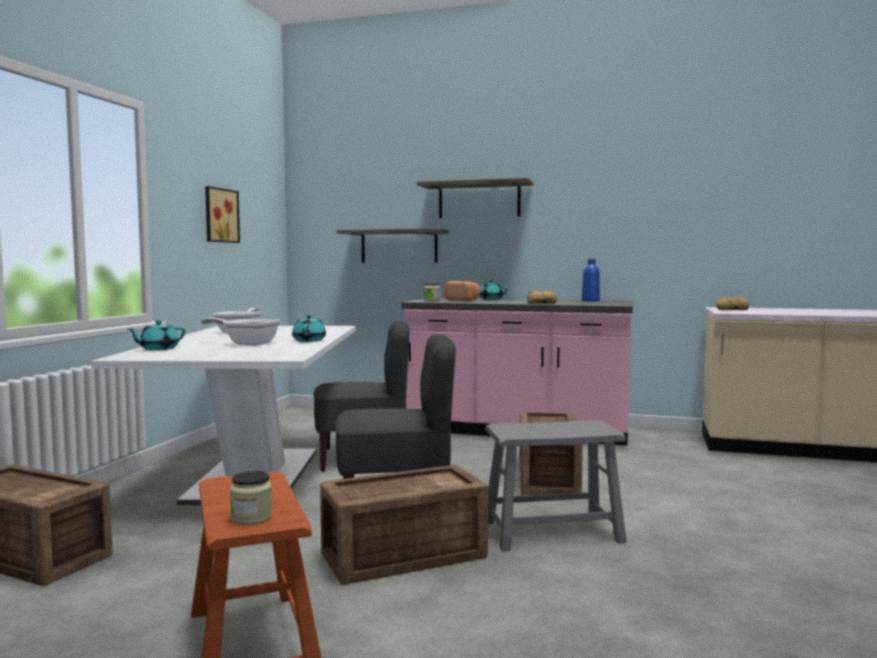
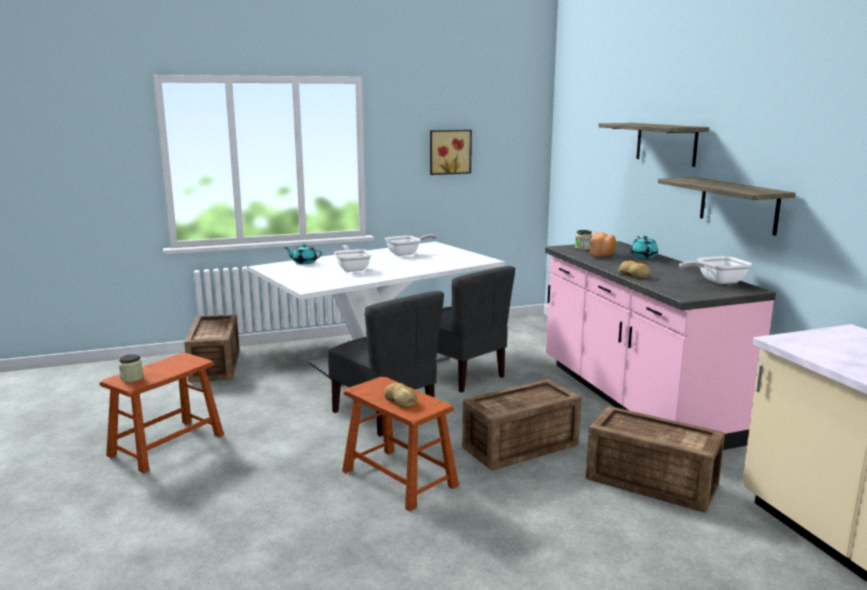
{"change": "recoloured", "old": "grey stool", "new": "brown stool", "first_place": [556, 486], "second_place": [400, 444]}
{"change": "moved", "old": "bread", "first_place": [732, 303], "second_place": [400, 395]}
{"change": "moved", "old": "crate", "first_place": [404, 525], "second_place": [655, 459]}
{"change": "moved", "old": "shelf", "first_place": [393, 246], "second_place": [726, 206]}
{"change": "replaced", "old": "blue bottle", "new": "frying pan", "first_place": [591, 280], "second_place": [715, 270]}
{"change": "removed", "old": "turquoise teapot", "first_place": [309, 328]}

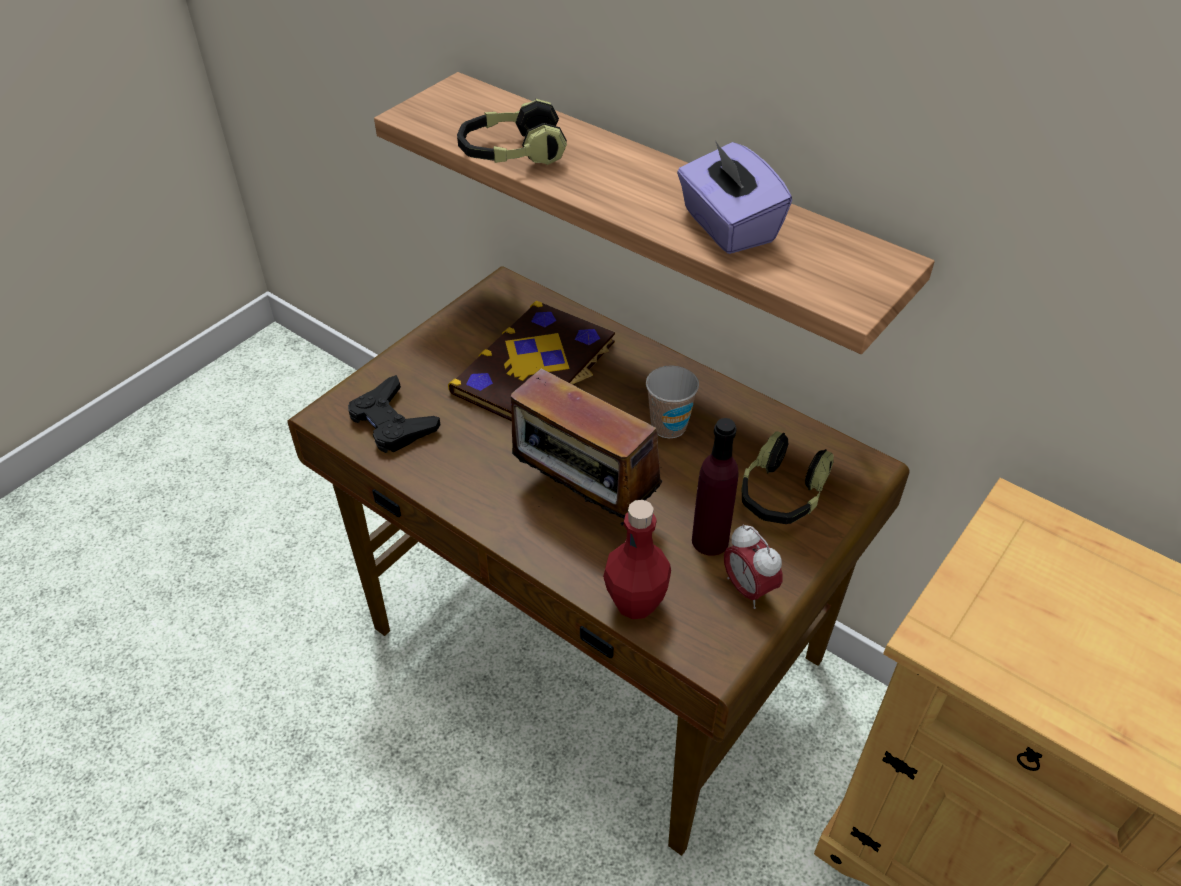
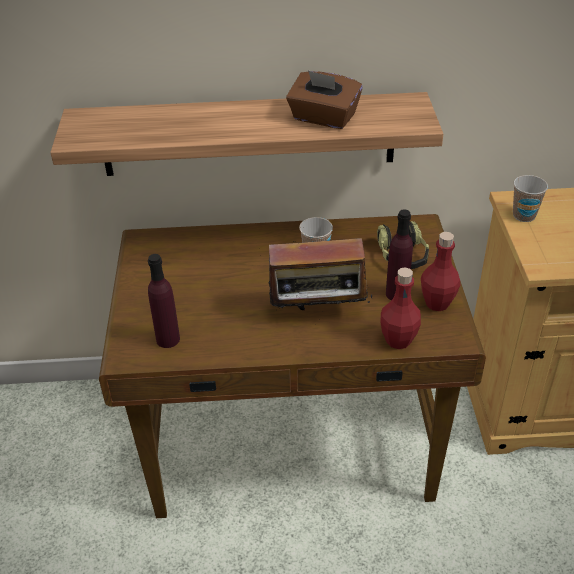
{"change": "replaced", "old": "black game controller", "new": "purple bottle", "first_place": [394, 414], "second_place": [164, 301]}
{"change": "recoloured", "old": "purple tissue box", "new": "brown tissue box", "first_place": [734, 197], "second_place": [324, 99]}
{"change": "replaced", "old": "alarm clock", "new": "red bottle", "first_place": [753, 566], "second_place": [440, 271]}
{"change": "added", "new": "cup", "second_place": [530, 198]}
{"change": "removed", "old": "book", "first_place": [531, 361]}
{"change": "removed", "old": "headphones", "first_place": [512, 131]}

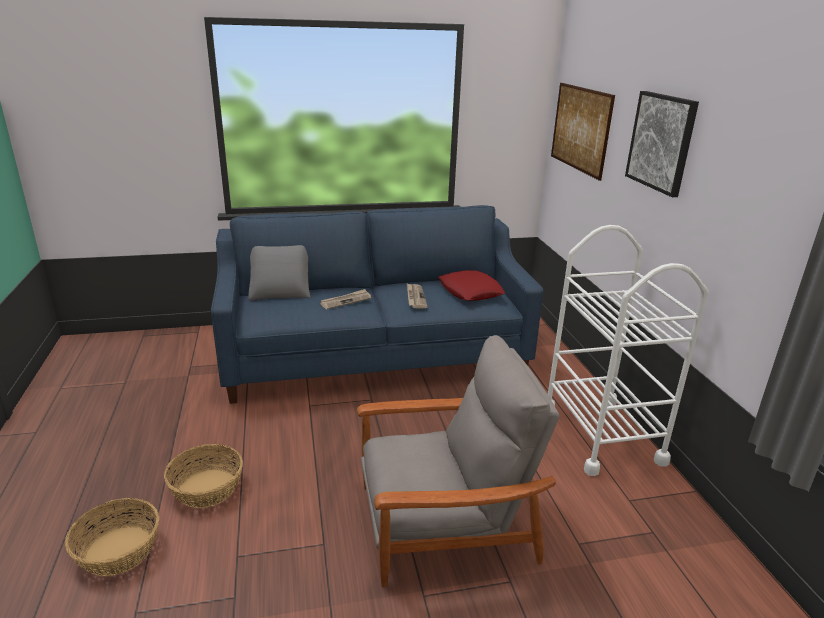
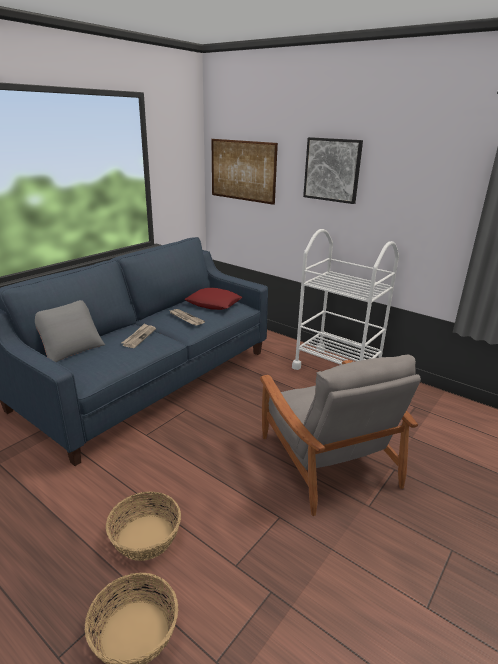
{"change": "turned", "old": "grey armchair", "first_place": [458, 461], "second_place": [340, 435], "degrees": 120}

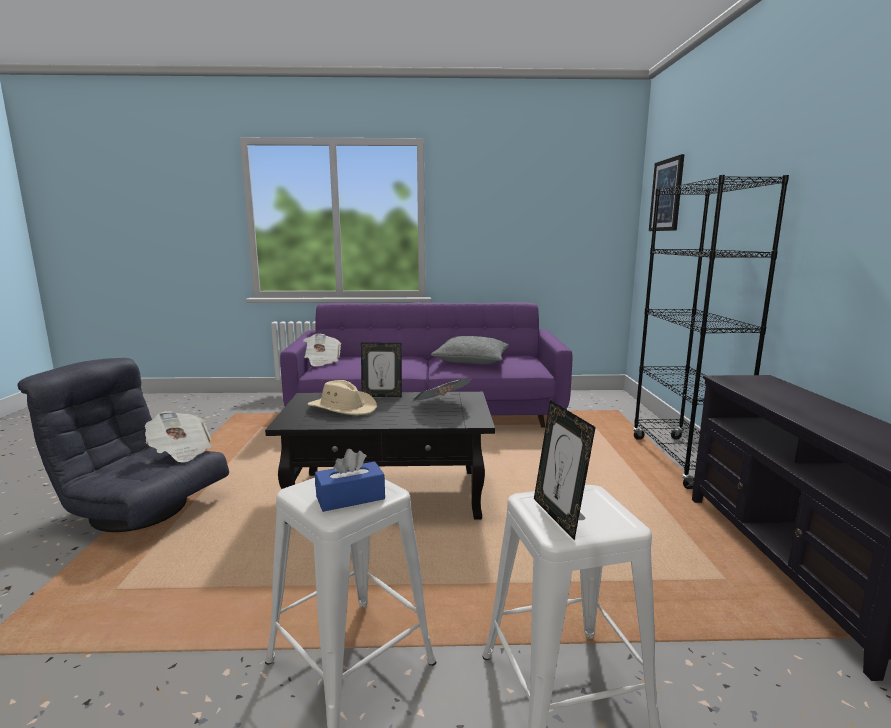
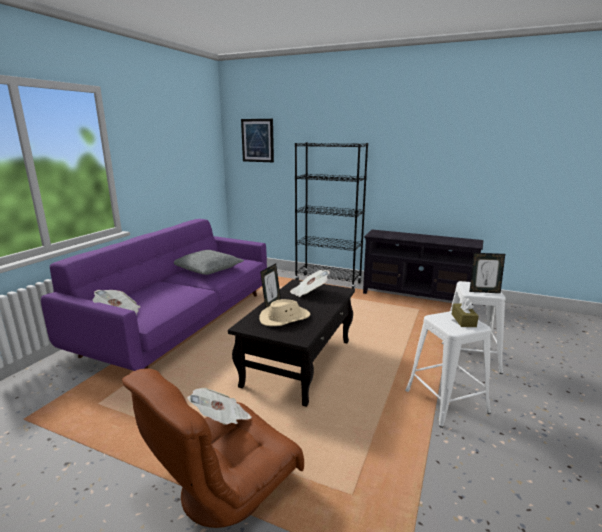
{"change": "recoloured", "old": "grey armchair", "new": "brown armchair", "first_place": [123, 445], "second_place": [213, 448]}
{"change": "recoloured", "old": "blue tissue box", "new": "brown tissue box", "first_place": [350, 480], "second_place": [465, 312]}

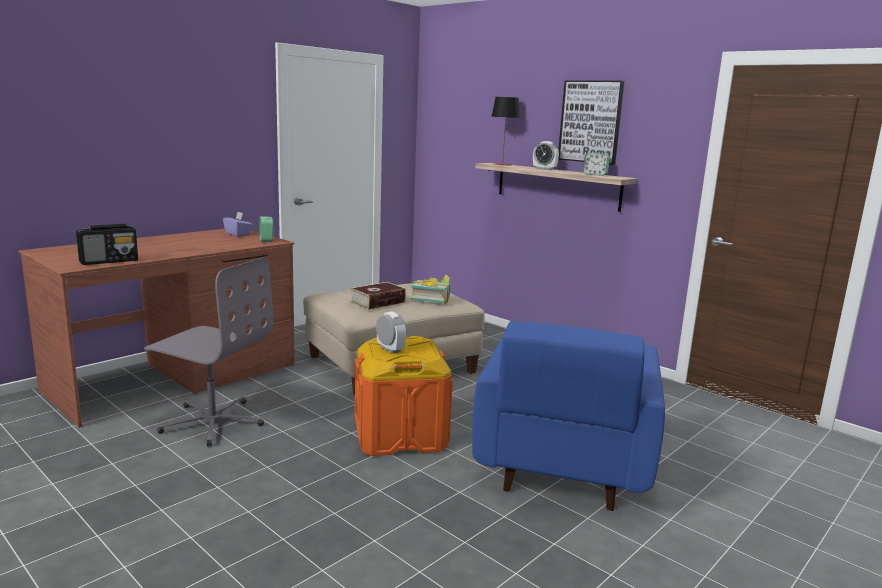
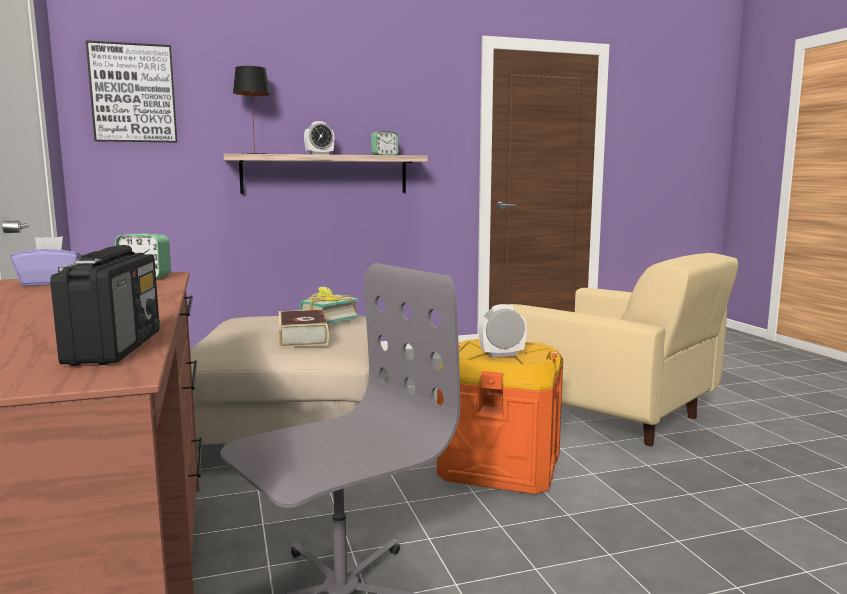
{"change": "moved", "old": "picture", "first_place": [591, 122], "second_place": [131, 91]}
{"change": "recoloured", "old": "blue armchair", "new": "beige armchair", "first_place": [568, 416], "second_place": [623, 350]}

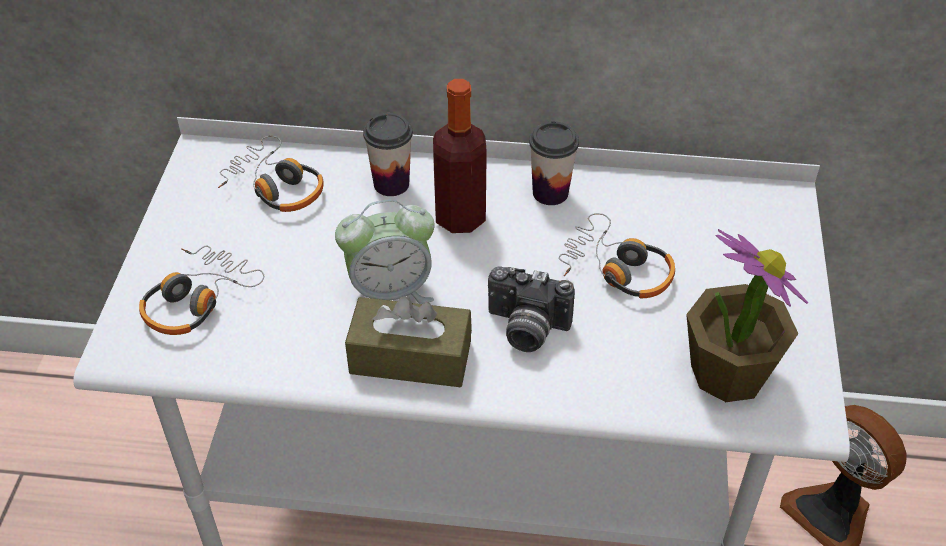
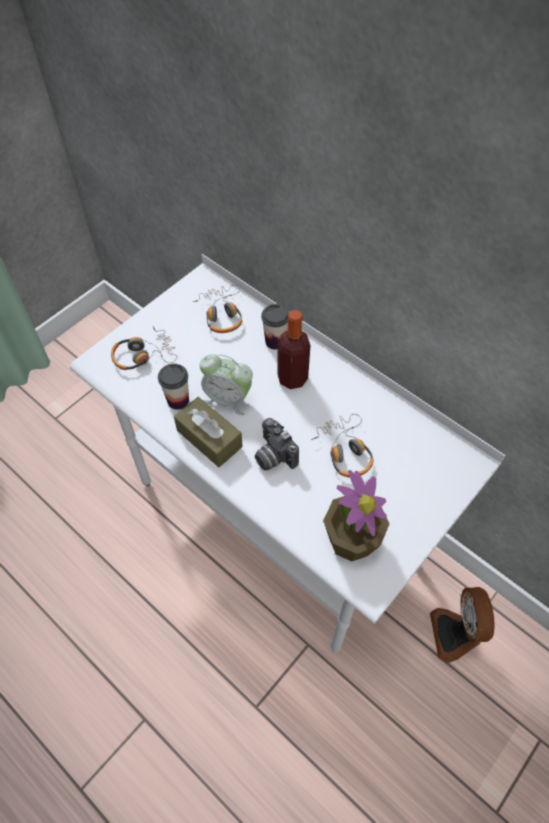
{"change": "moved", "old": "cup", "first_place": [554, 163], "second_place": [173, 387]}

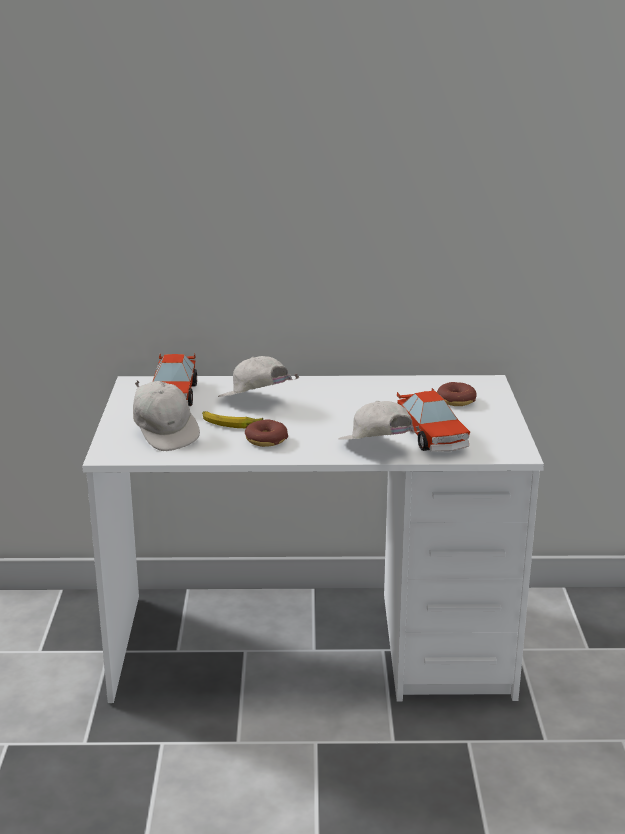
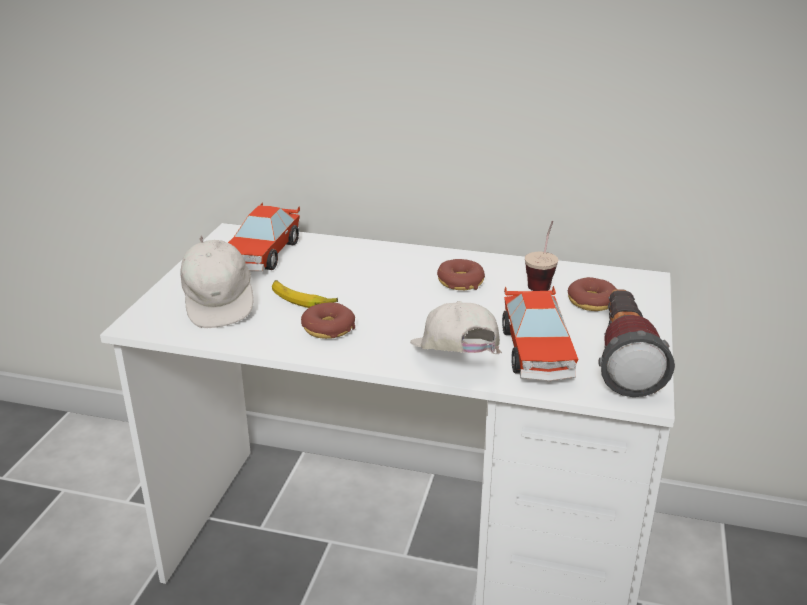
{"change": "added", "new": "donut", "second_place": [461, 274]}
{"change": "added", "new": "cup", "second_place": [541, 256]}
{"change": "added", "new": "flashlight", "second_place": [637, 343]}
{"change": "removed", "old": "white cap", "first_place": [258, 376]}

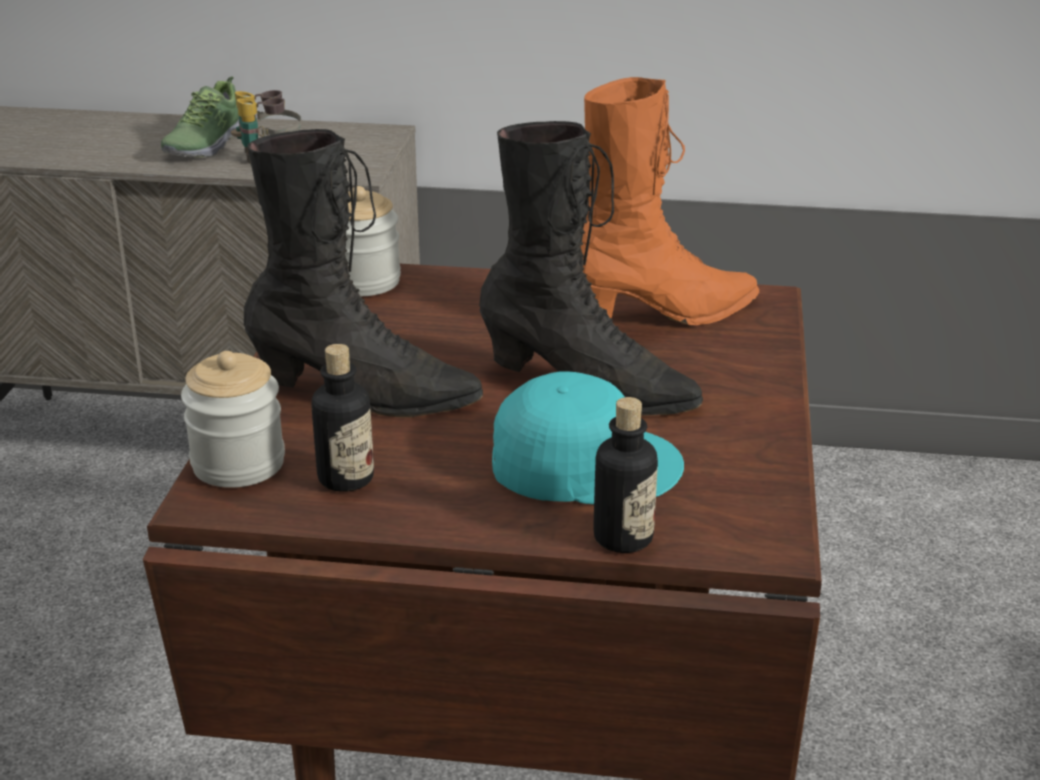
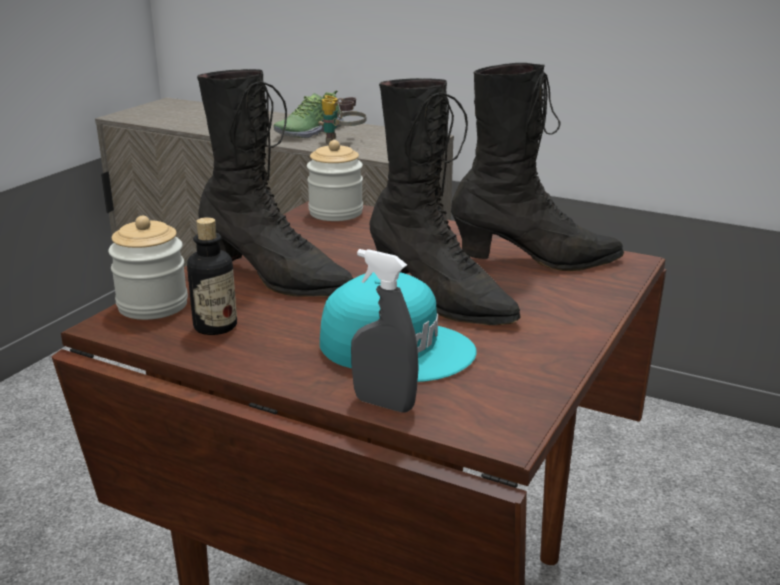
{"change": "replaced", "old": "bottle", "new": "grey spray bottle", "first_place": [625, 475], "second_place": [384, 331]}
{"change": "recoloured", "old": "orange boot", "new": "black boot", "first_place": [670, 201], "second_place": [537, 167]}

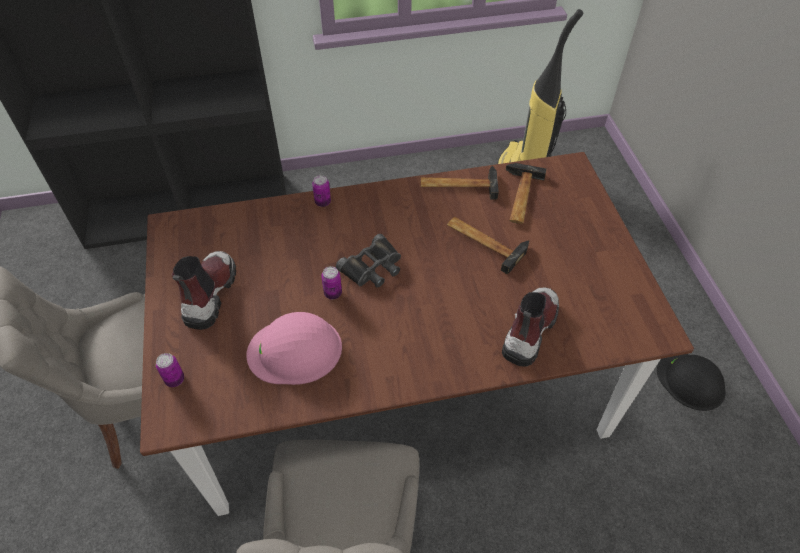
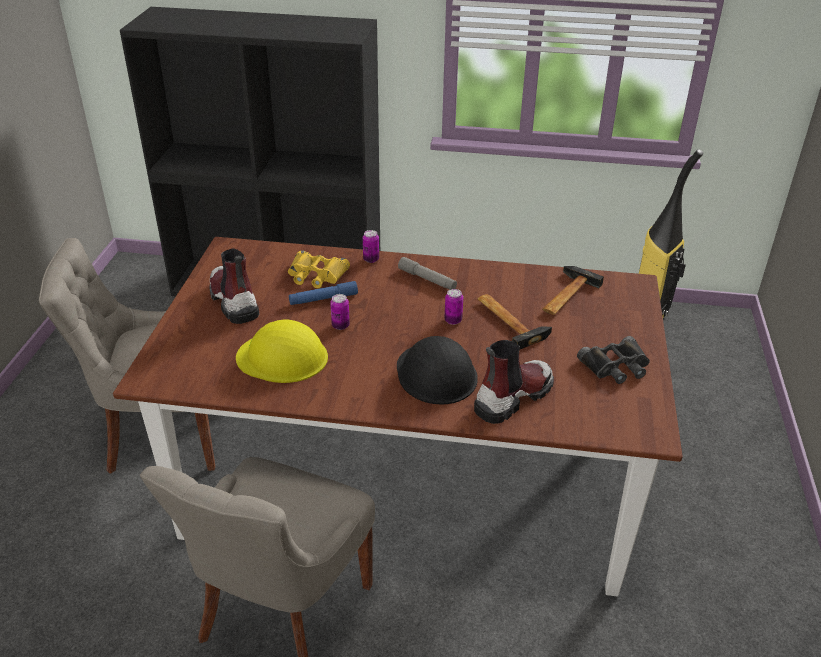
{"change": "turned", "old": "boot", "first_place": [204, 290], "second_place": [234, 286], "degrees": -60}
{"change": "recoloured", "old": "pink hard hat", "new": "yellow hard hat", "first_place": [294, 348], "second_place": [282, 351]}
{"change": "added", "new": "yellow binoculars", "second_place": [319, 269]}
{"change": "added", "new": "blue flashlight", "second_place": [323, 293]}
{"change": "moved", "old": "black hard hat", "first_place": [691, 382], "second_place": [437, 370]}
{"change": "added", "new": "grey flashlight", "second_place": [427, 273]}
{"change": "moved", "old": "can", "first_place": [170, 370], "second_place": [454, 307]}
{"change": "moved", "old": "black binoculars", "first_place": [368, 261], "second_place": [613, 360]}
{"change": "removed", "old": "hammer", "first_place": [460, 183]}

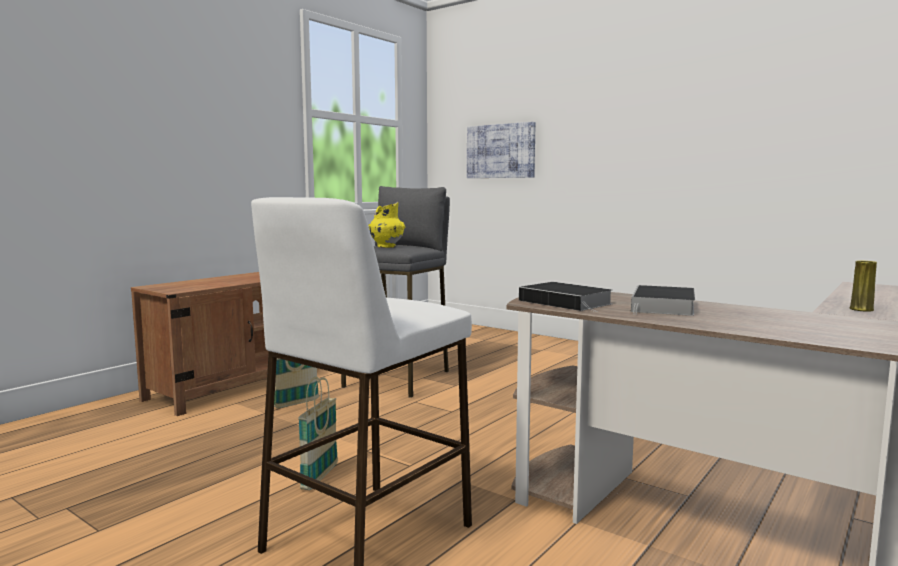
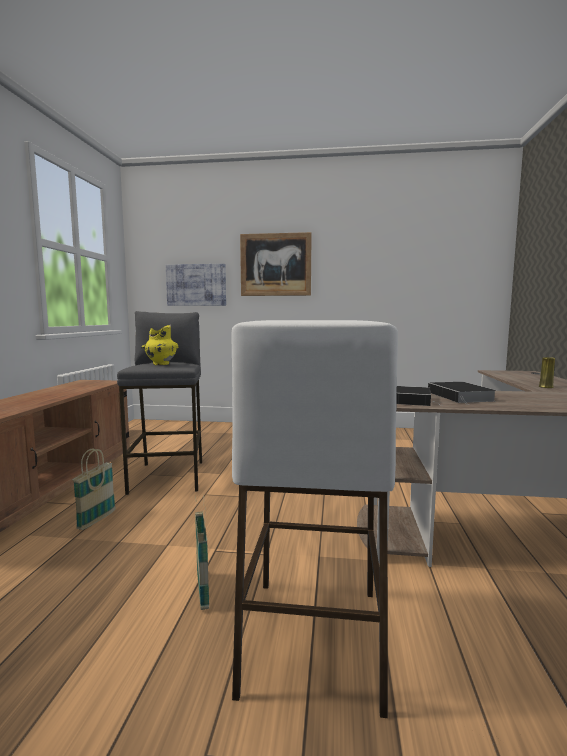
{"change": "added", "new": "picture", "second_place": [276, 264]}

